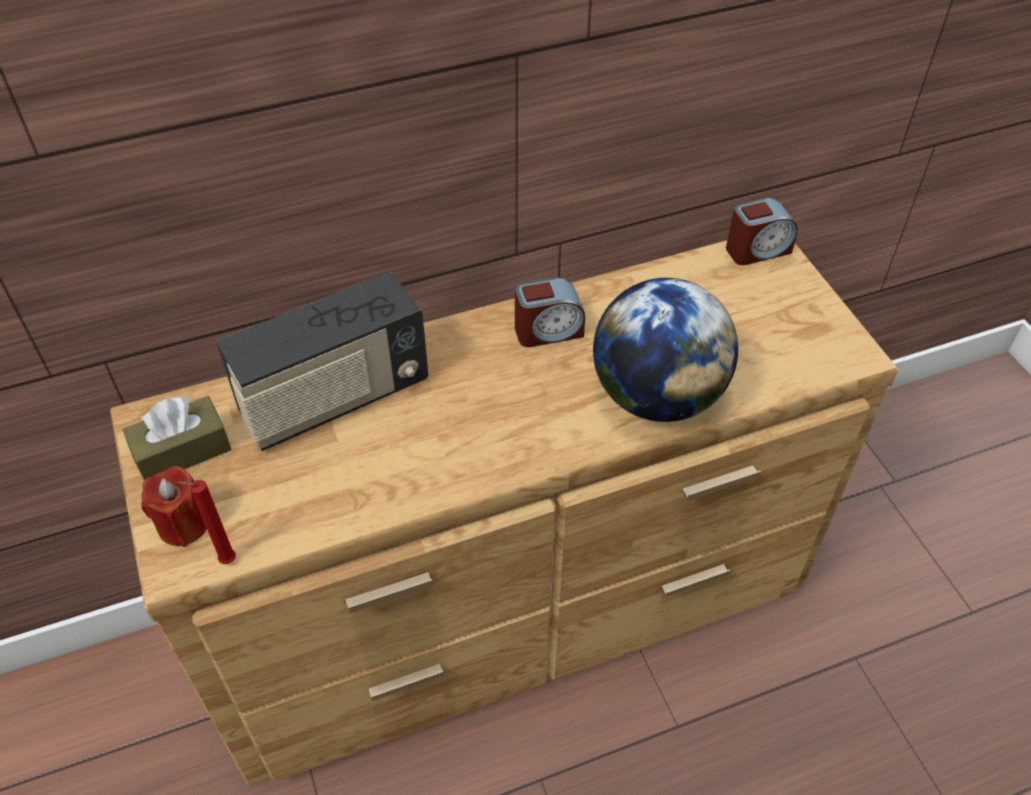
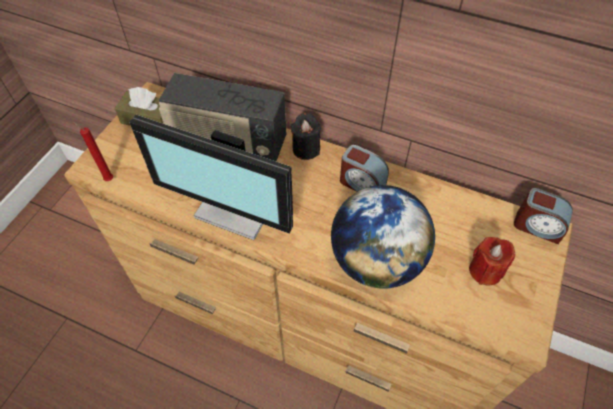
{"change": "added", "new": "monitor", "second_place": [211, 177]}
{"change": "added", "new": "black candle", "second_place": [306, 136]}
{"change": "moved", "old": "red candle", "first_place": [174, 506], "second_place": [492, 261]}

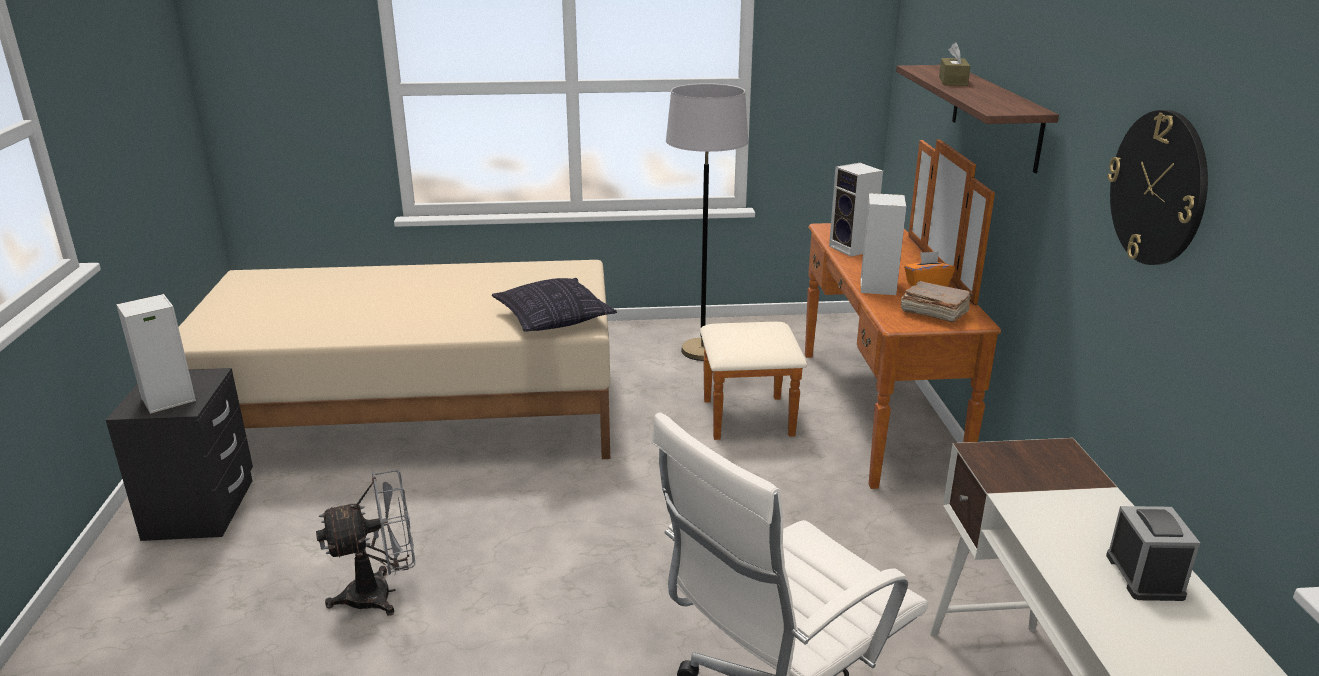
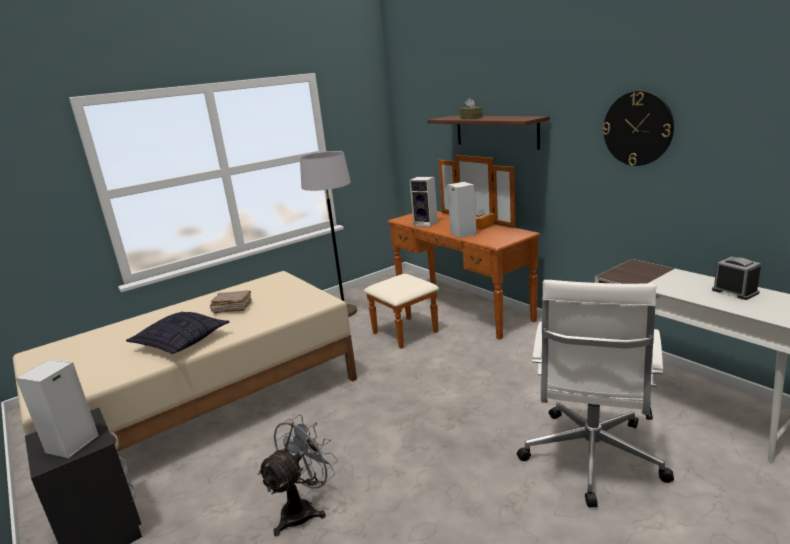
{"change": "moved", "old": "pillow", "first_place": [554, 305], "second_place": [177, 333]}
{"change": "moved", "old": "brown book", "first_place": [937, 301], "second_place": [231, 302]}

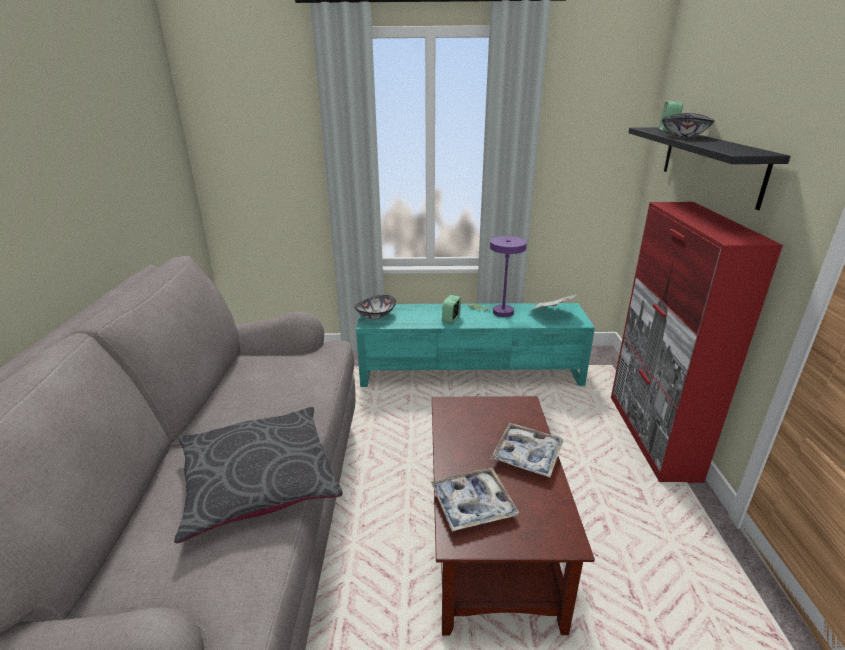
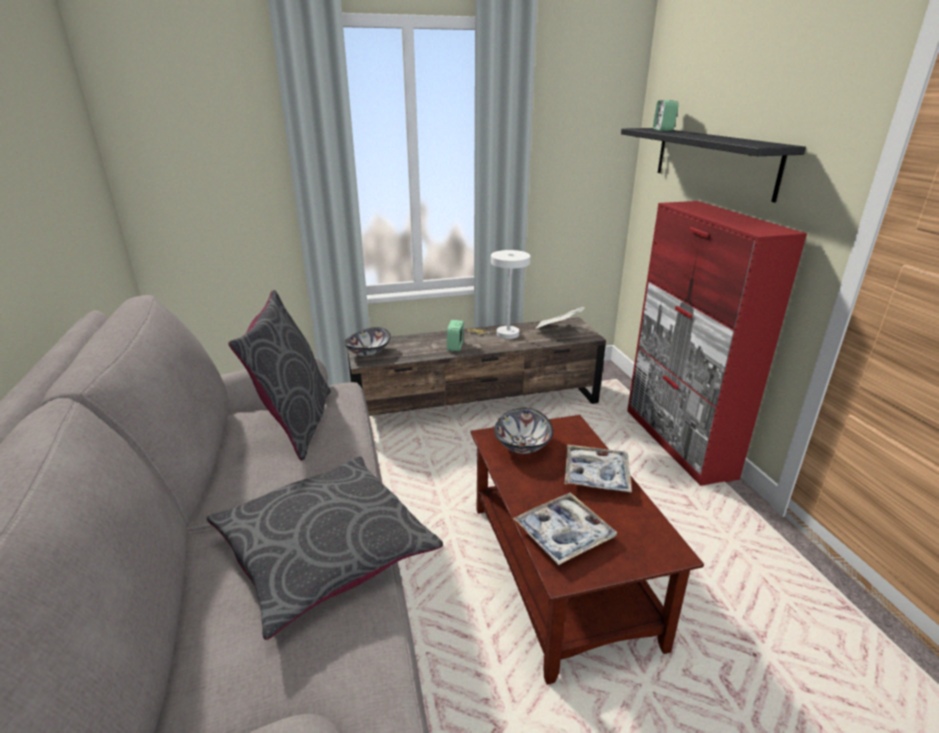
{"change": "added", "new": "grey pillow", "second_place": [279, 375]}
{"change": "recoloured", "old": "turquoise tv stand", "new": "brown tv stand", "first_place": [475, 345], "second_place": [476, 366]}
{"change": "recoloured", "old": "purple table lamp", "new": "white table lamp", "first_place": [497, 276], "second_place": [498, 294]}
{"change": "moved", "old": "bowl", "first_place": [688, 125], "second_place": [523, 431]}

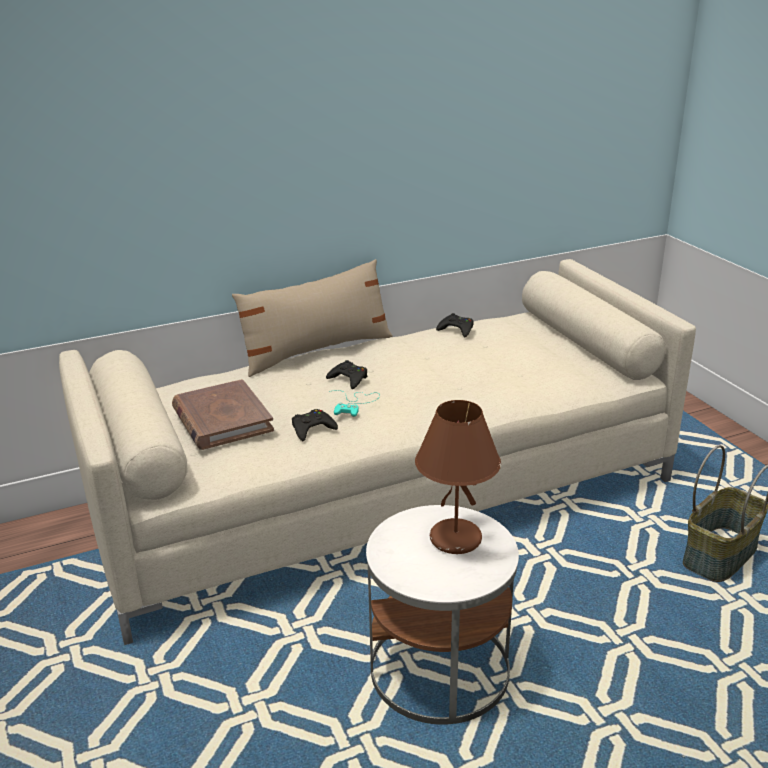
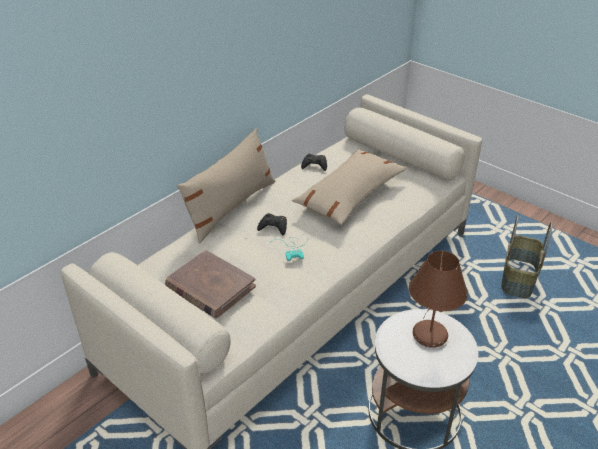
{"change": "added", "new": "beige pillow", "second_place": [349, 187]}
{"change": "removed", "old": "black game controller", "first_place": [315, 425]}

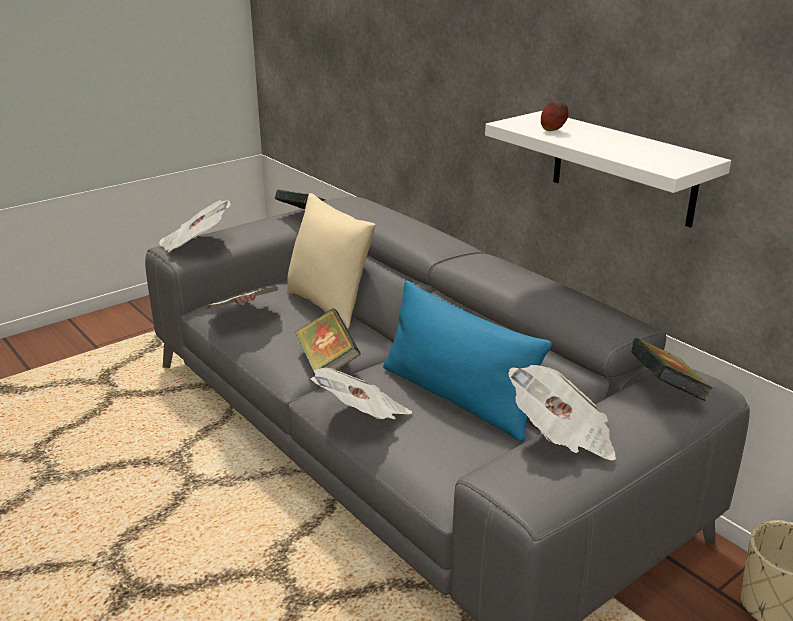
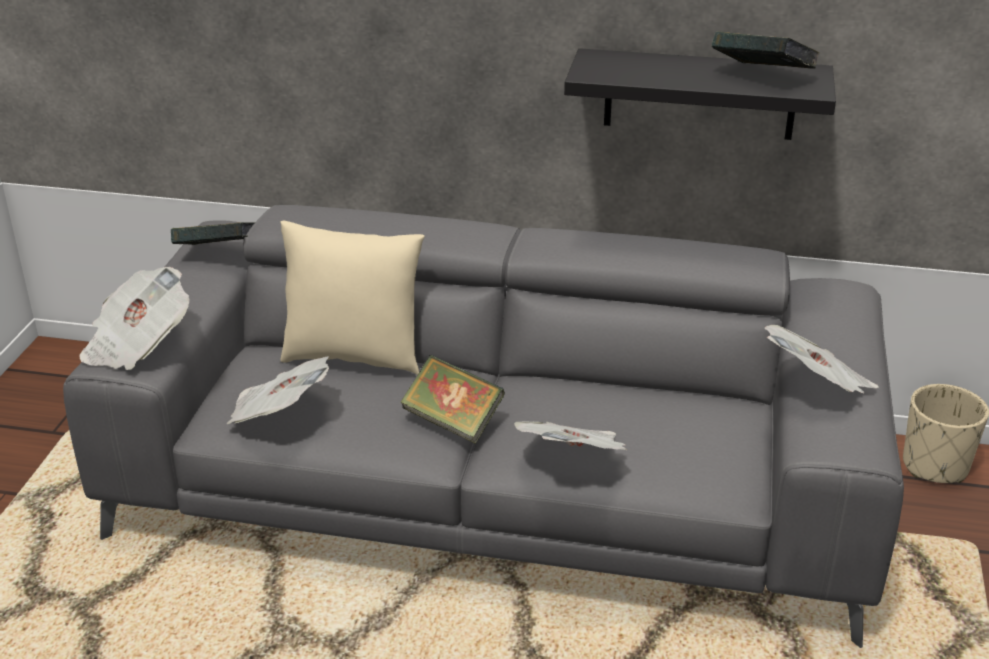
{"change": "recoloured", "old": "white shelf", "new": "black shelf", "first_place": [608, 169], "second_place": [700, 94]}
{"change": "moved", "old": "book", "first_place": [672, 369], "second_place": [765, 50]}
{"change": "removed", "old": "blue pillow", "first_place": [467, 361]}
{"change": "removed", "old": "apple", "first_place": [554, 115]}

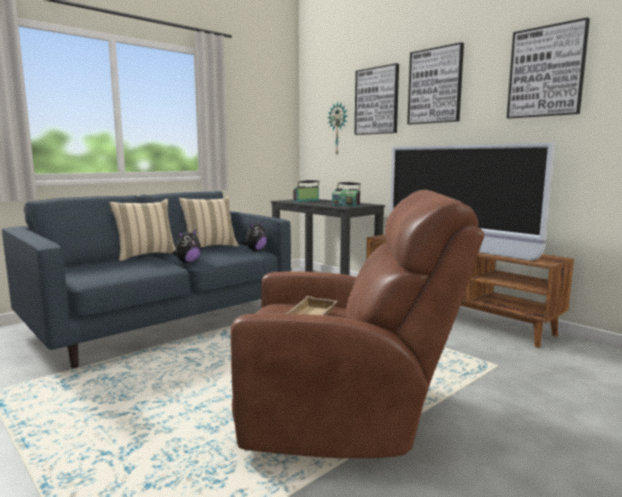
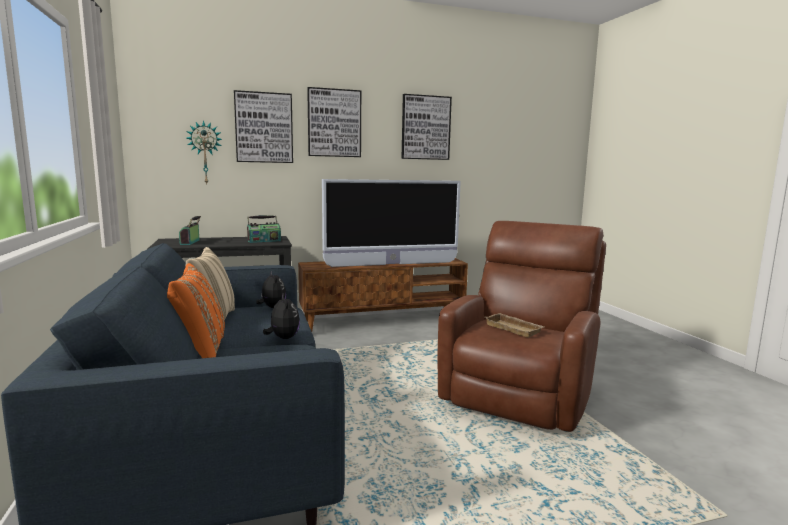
{"change": "recoloured", "old": "beige pillow", "new": "orange pillow", "first_place": [142, 230], "second_place": [196, 310]}

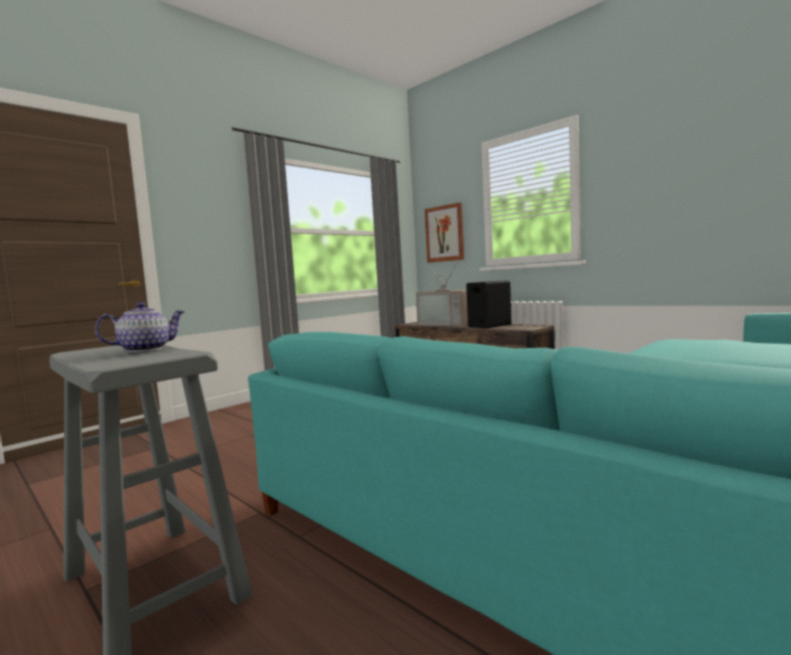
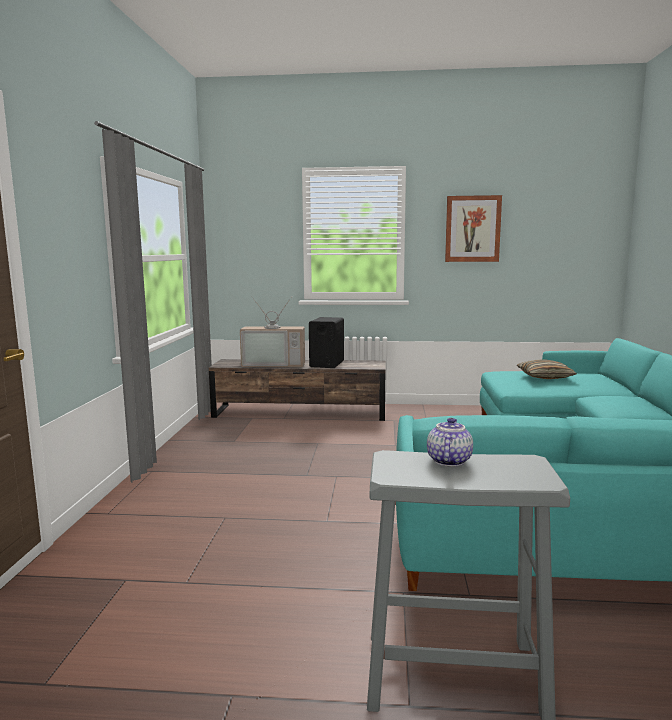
{"change": "moved", "old": "picture", "first_place": [444, 232], "second_place": [473, 228]}
{"change": "added", "new": "pillow", "second_place": [547, 369]}

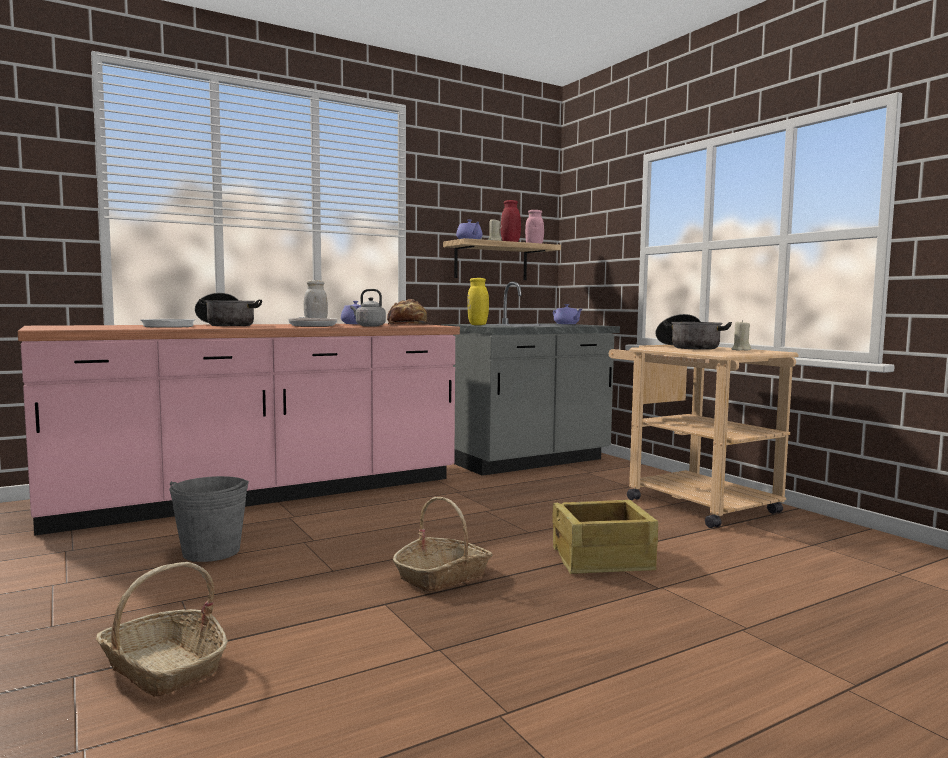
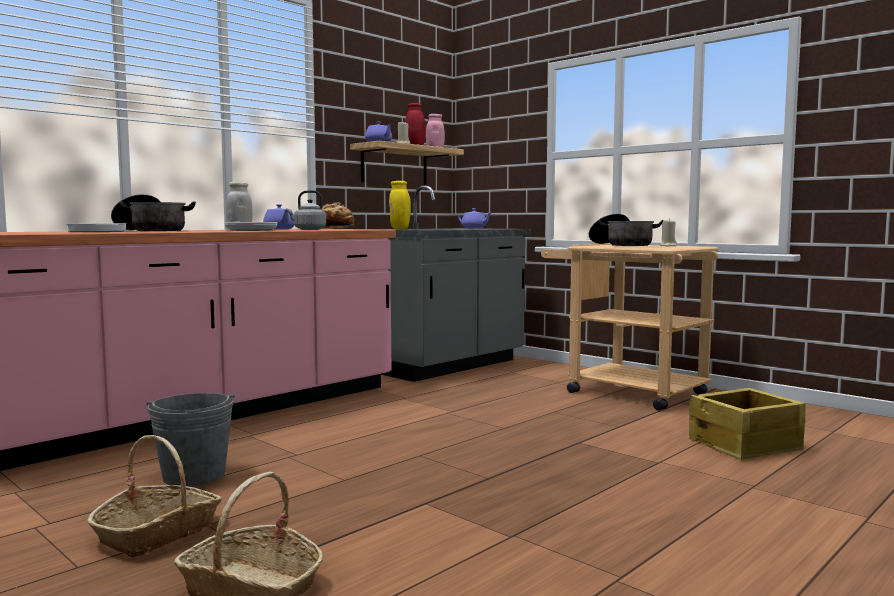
{"change": "moved", "old": "basket", "first_place": [443, 545], "second_place": [154, 496]}
{"change": "moved", "old": "crate", "first_place": [605, 537], "second_place": [747, 424]}

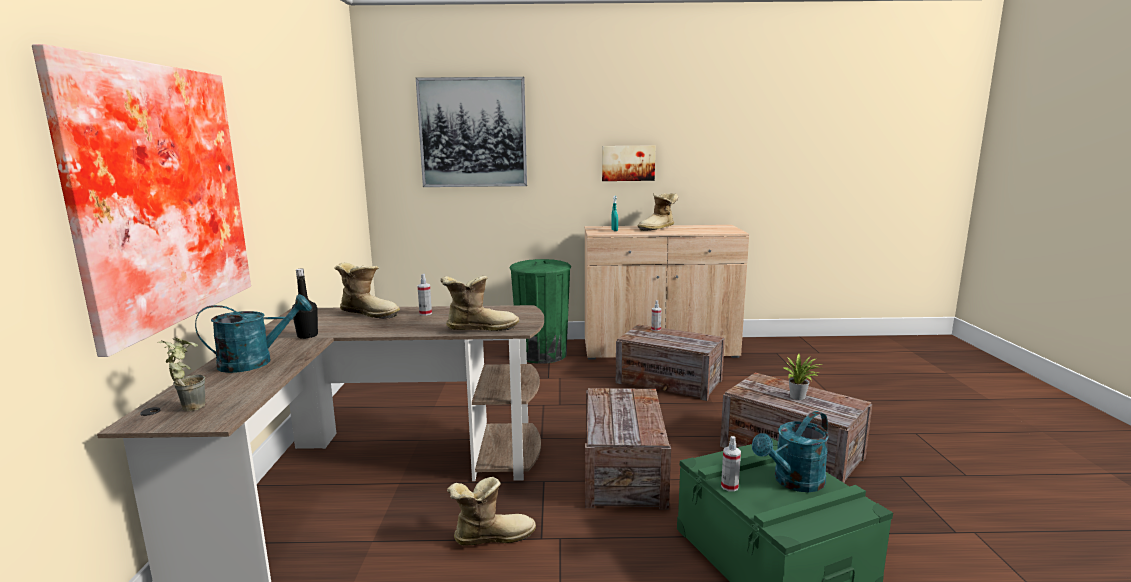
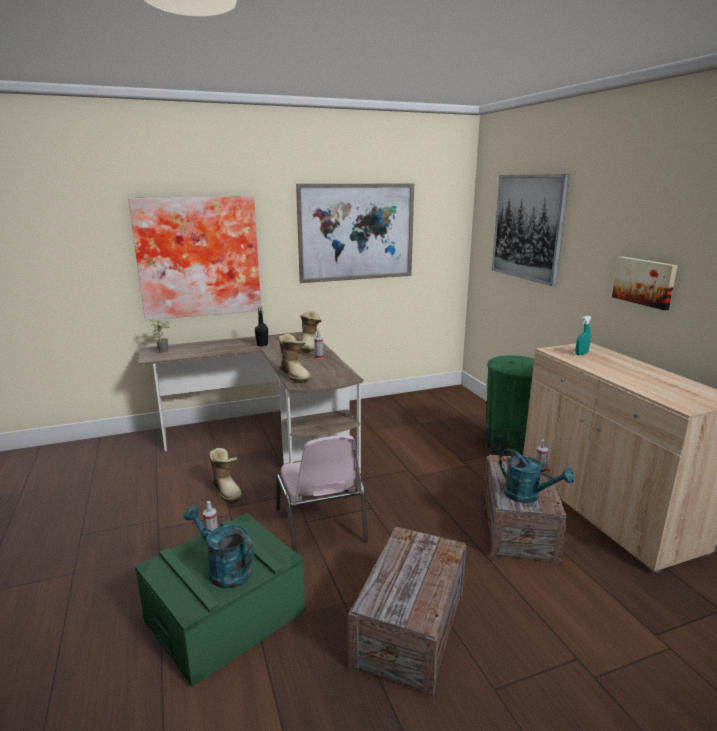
{"change": "replaced", "old": "crate", "new": "pink chair", "first_place": [628, 449], "second_place": [322, 494]}
{"change": "added", "new": "picture", "second_place": [355, 233]}
{"change": "moved", "old": "turquoise watering can", "first_place": [253, 333], "second_place": [536, 476]}
{"change": "removed", "old": "boot", "first_place": [658, 212]}
{"change": "removed", "old": "potted plant", "first_place": [803, 377]}

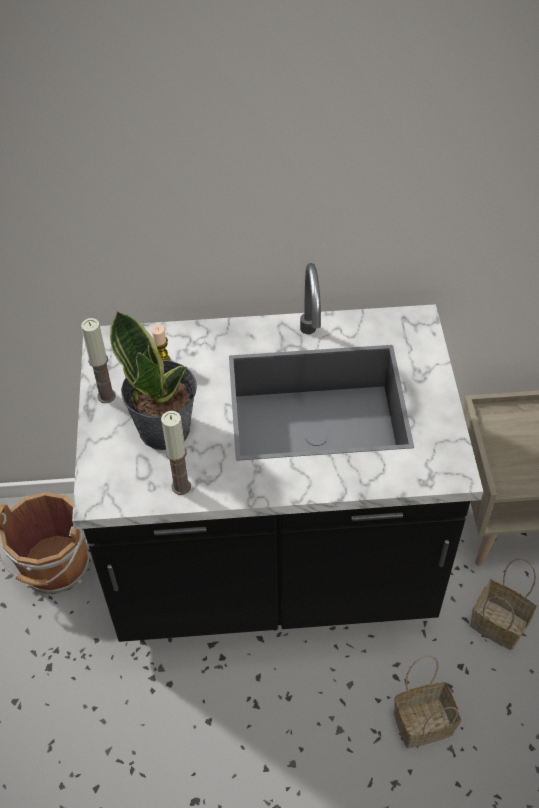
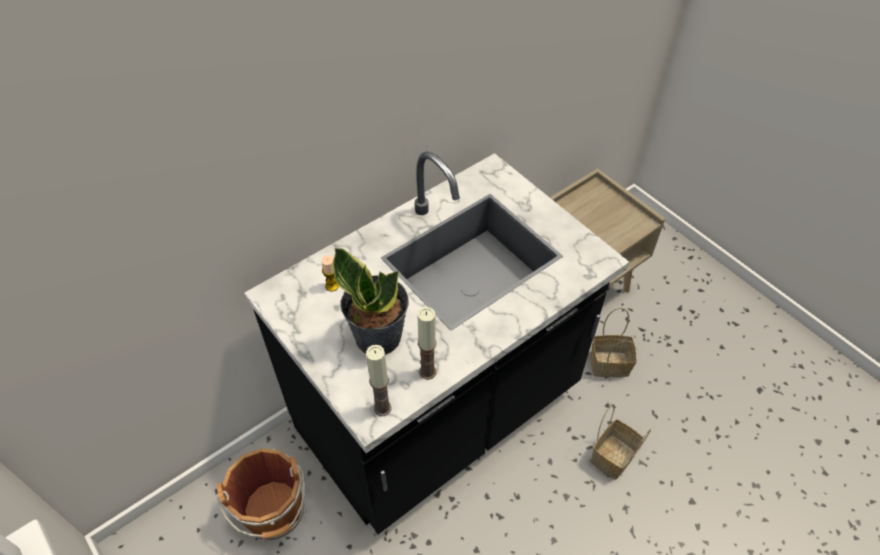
{"change": "moved", "old": "candle", "first_place": [98, 360], "second_place": [379, 380]}

